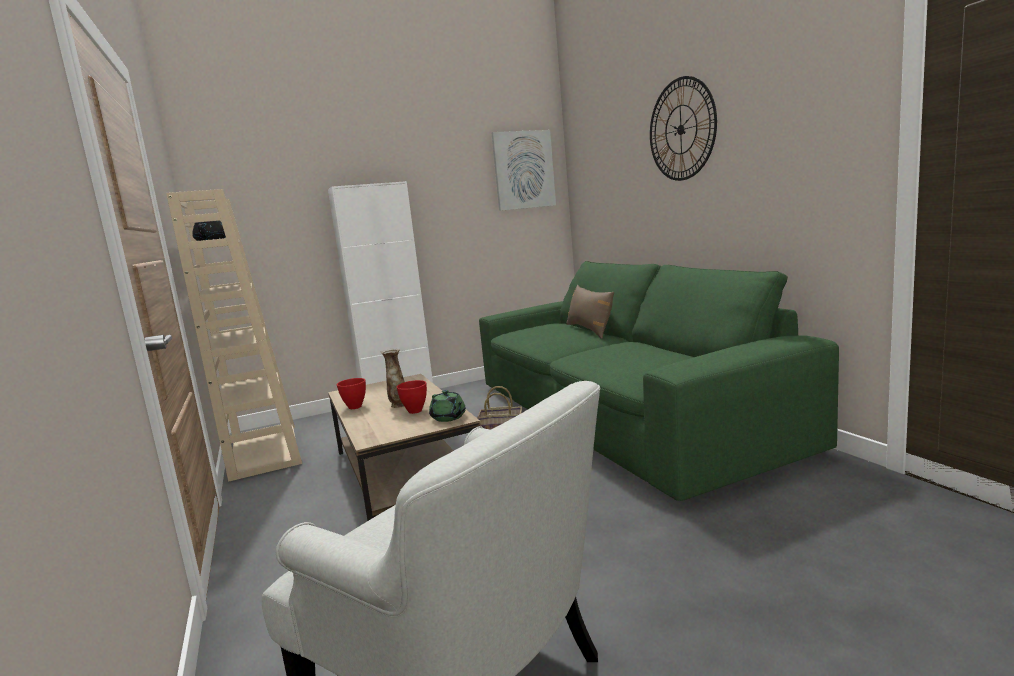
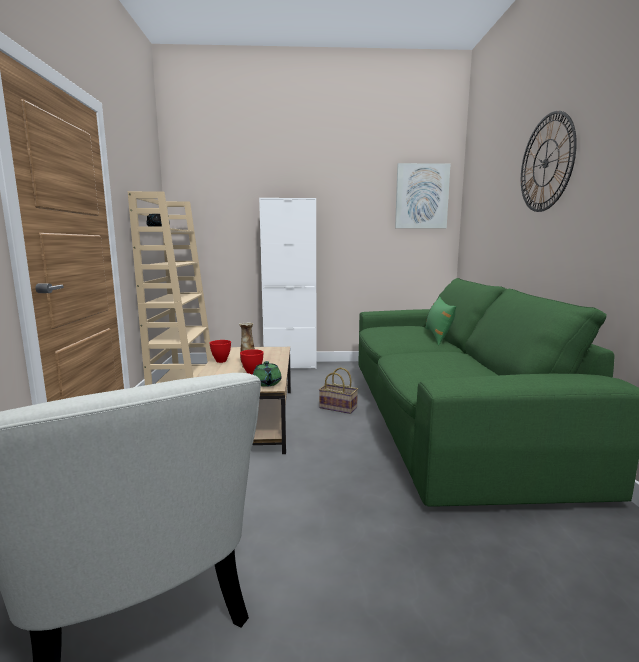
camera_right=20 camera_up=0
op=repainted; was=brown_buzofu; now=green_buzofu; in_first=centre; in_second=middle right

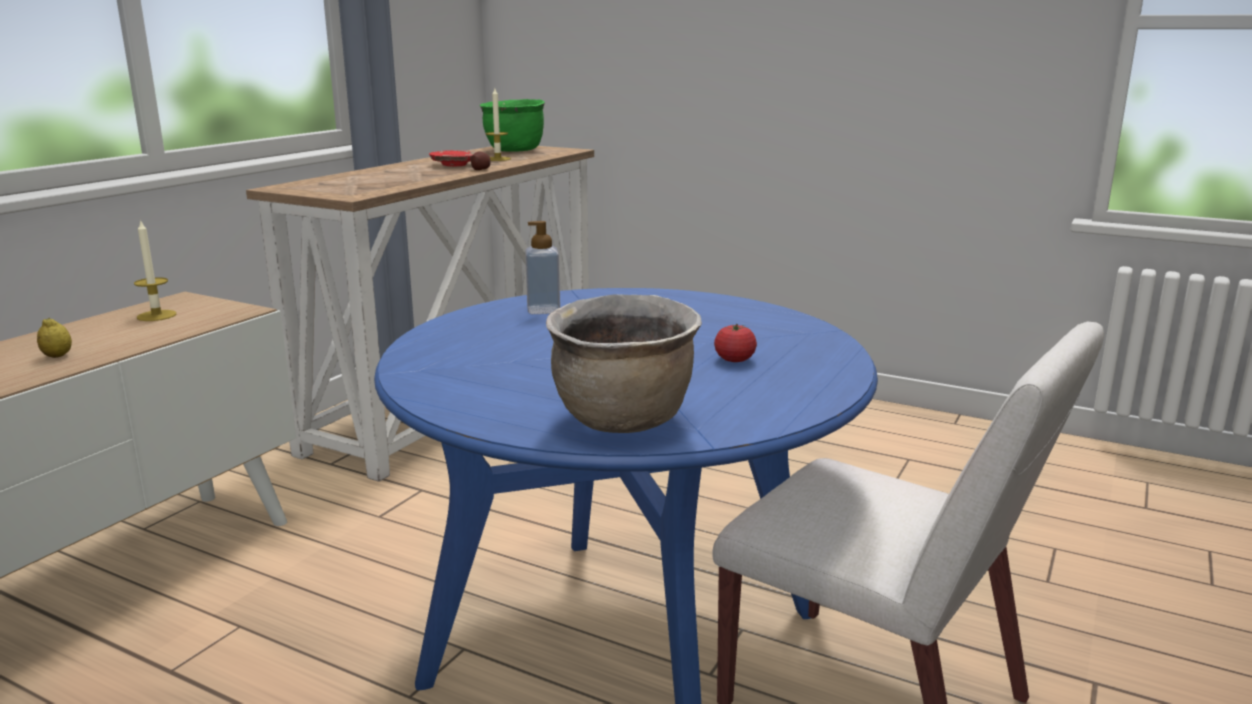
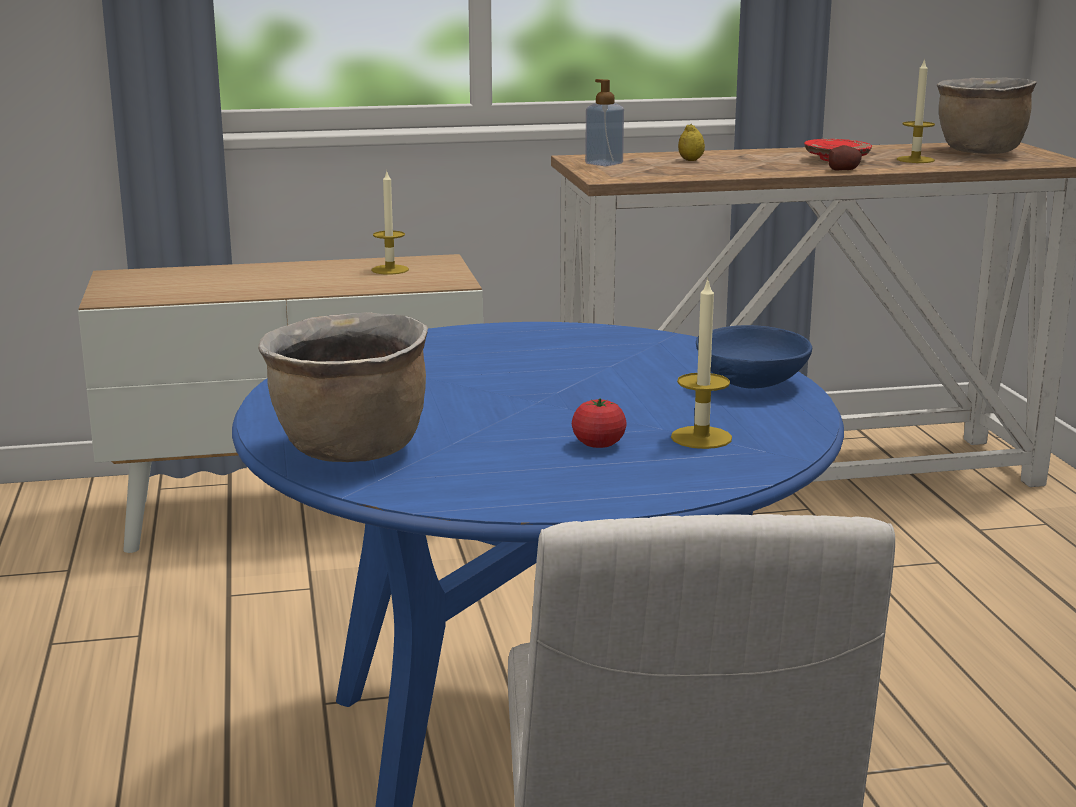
camera_right=50 camera_up=0
op=new; now=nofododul (no. 2 from left); in_second=centre
op=new; now=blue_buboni; in_second=middle right
op=shifted; was=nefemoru; in_first=middle left; in_second=top centre
op=shifted; was=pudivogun; in_first=centre; in_second=top centre
op=repainted; was=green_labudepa; now=brown_labudepa (no. 2 from left); in_first=top centre; in_second=top right

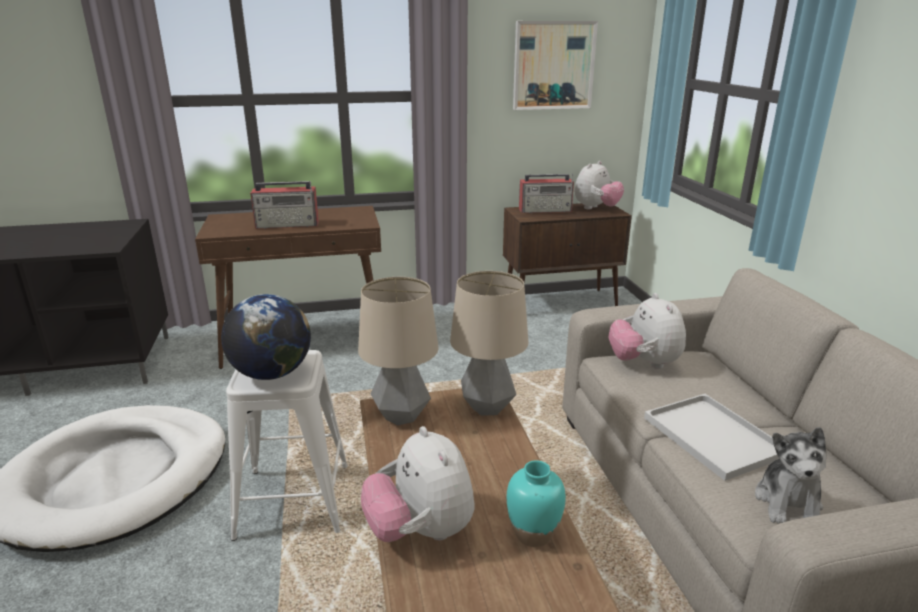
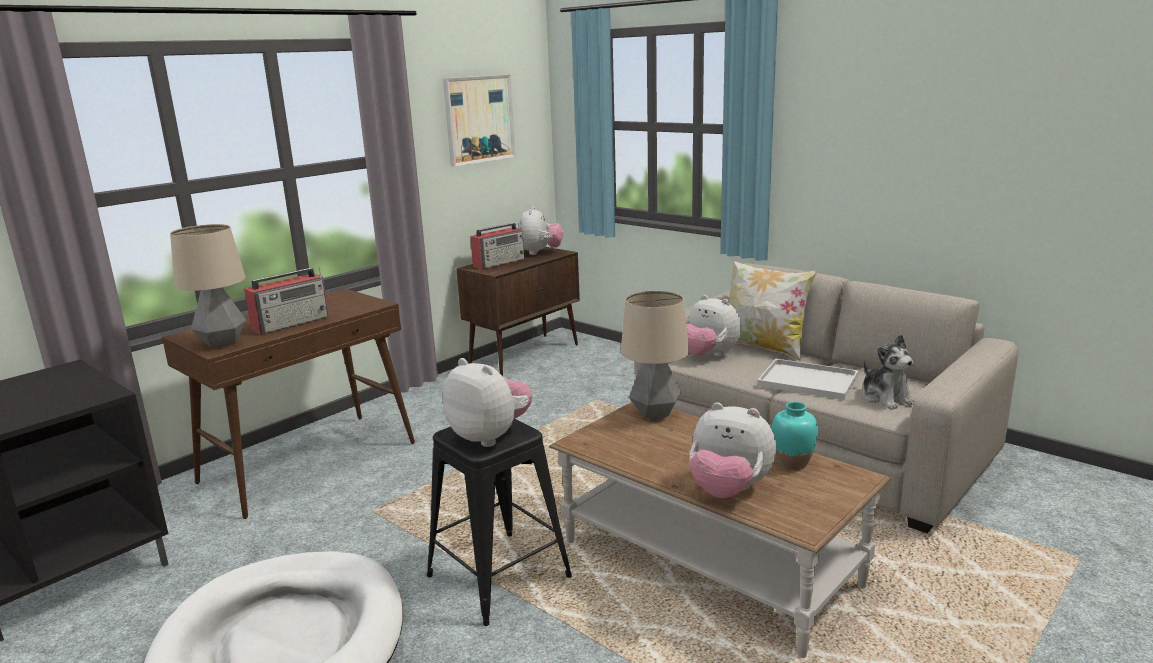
camera_right=-35 camera_up=-5
op=new; now=buzofu; in_second=middle right
op=shifted; was=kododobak (no. 1 from left); in_first=centre; in_second=middle left
op=swapped; was=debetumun; now=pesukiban (no. 1 from left); in_first=middle left; in_second=centre
op=repainted; was=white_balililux; now=black_balililux; in_first=bottom left; in_second=bottom centre

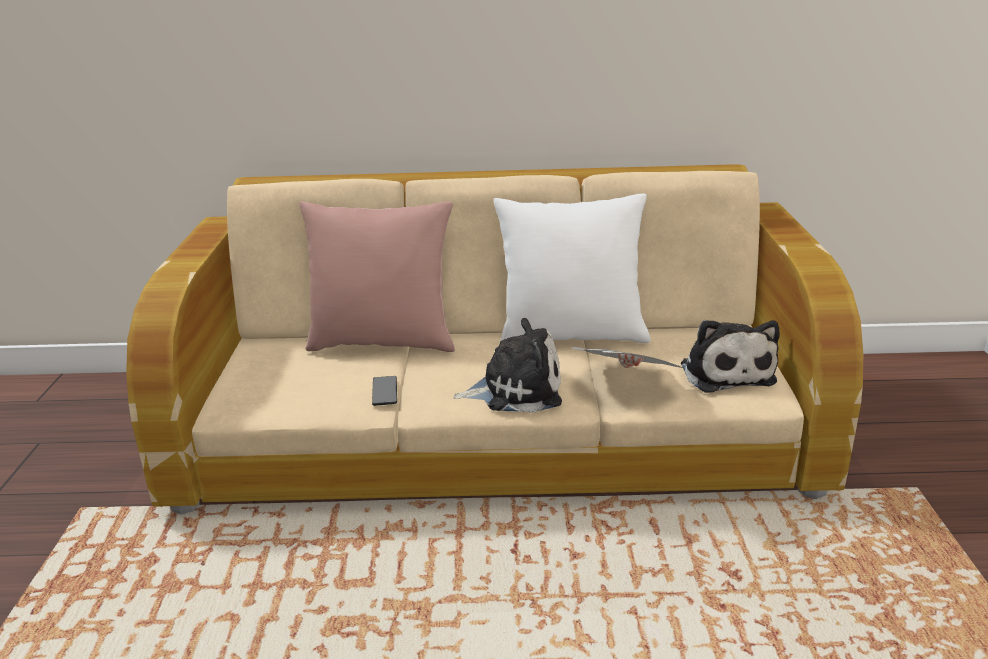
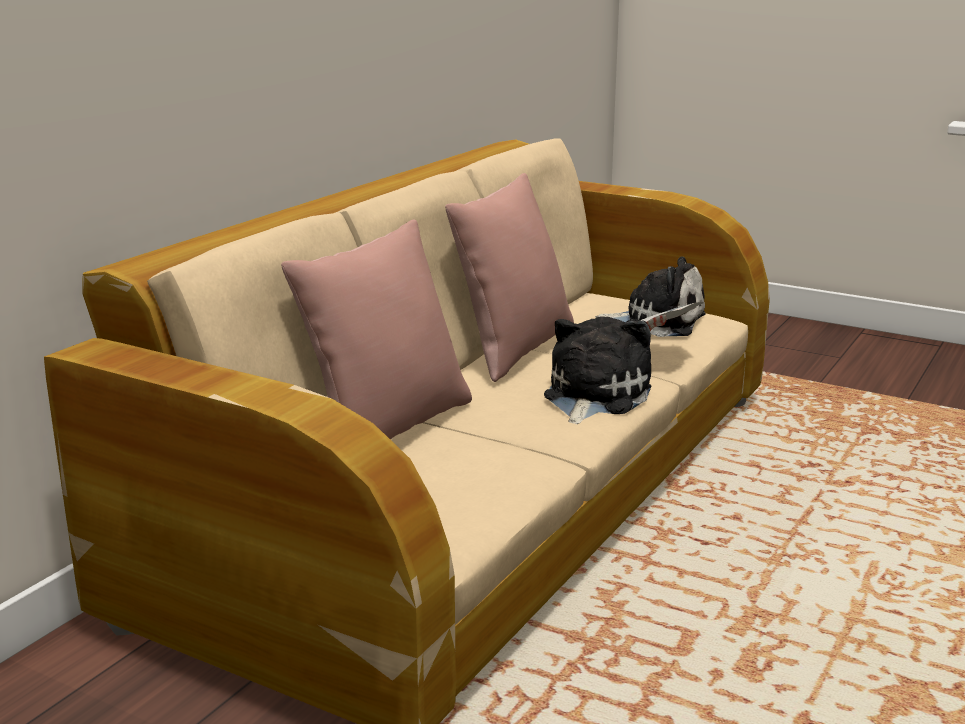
camera_right=-60 camera_up=-5
op=gone; was=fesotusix; in_first=centre
op=repainted; was=white_buzofu; now=pink_buzofu (no. 2 from left); in_first=centre; in_second=centre

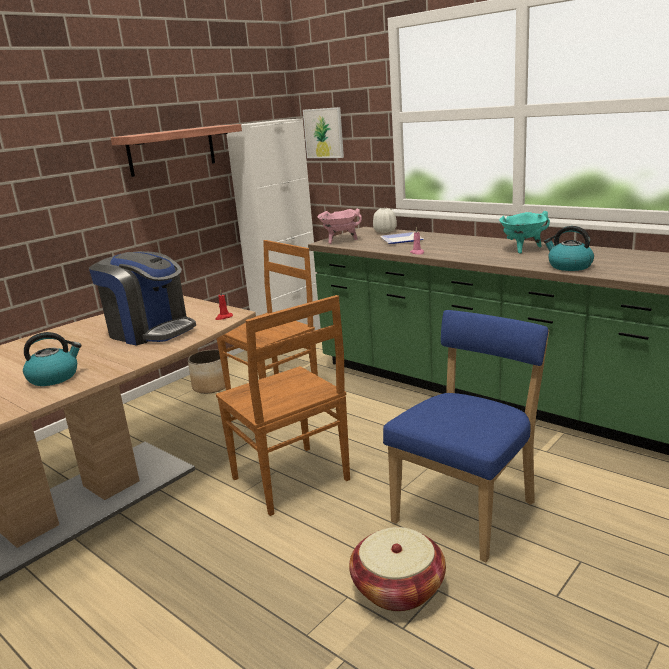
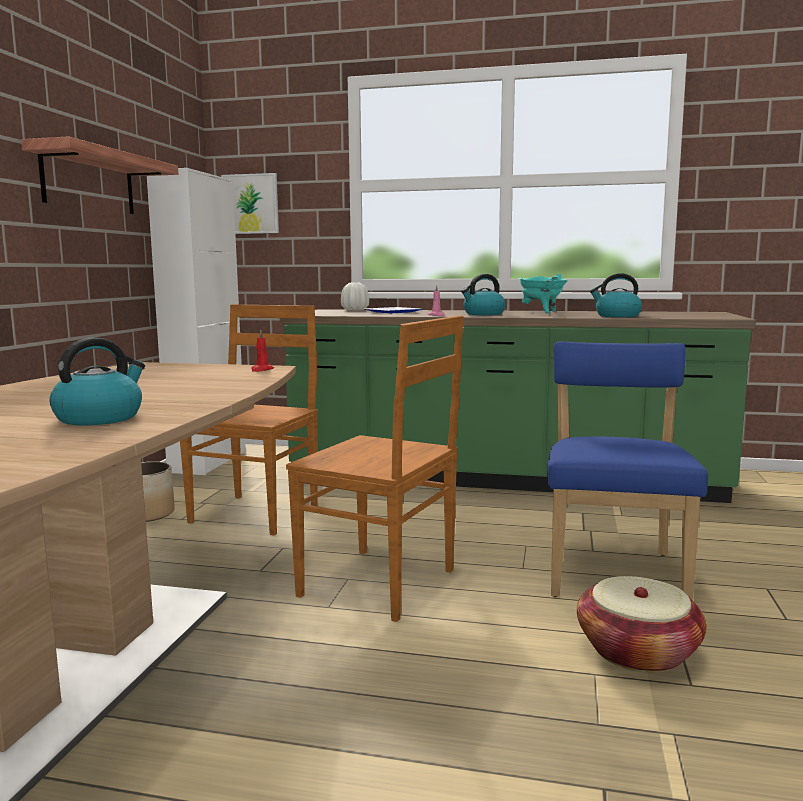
camera_right=-30 camera_up=-10
op=gone; was=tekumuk; in_first=middle left
op=gone; was=pink_labudepa; in_first=centre
op=new; now=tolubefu (no. 2 from left); in_second=centre

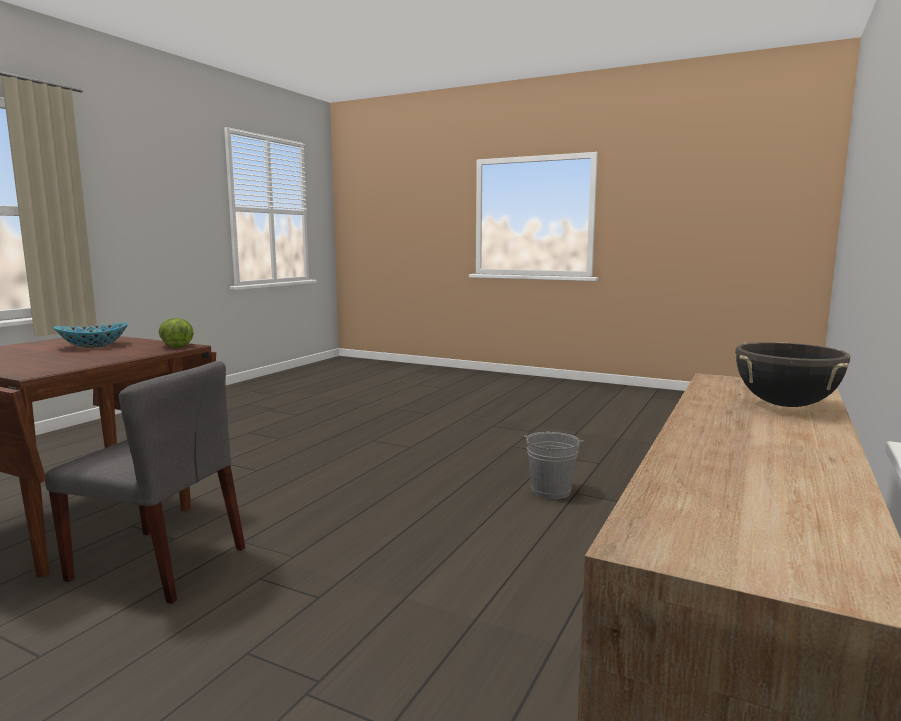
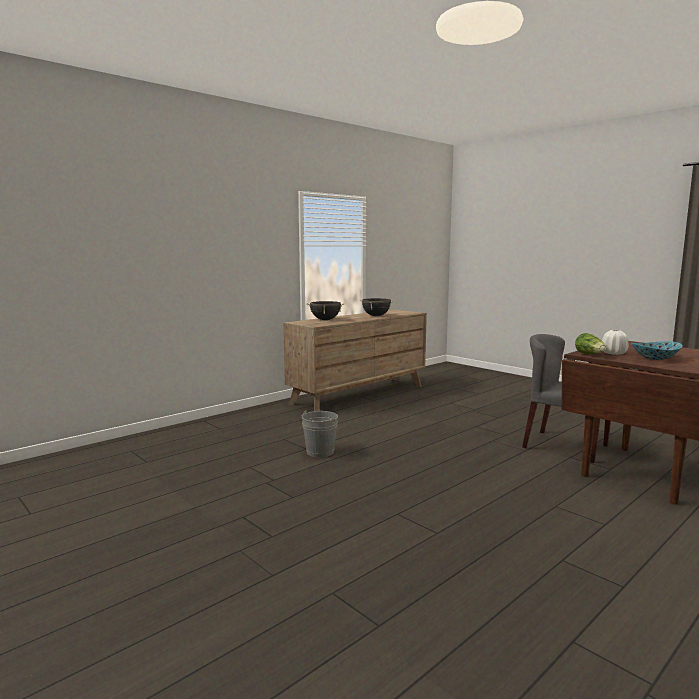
camera_right=-160 camera_up=0
op=new; now=black_labudepa (no. 2 from left); in_second=centre
op=new; now=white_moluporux; in_second=middle right

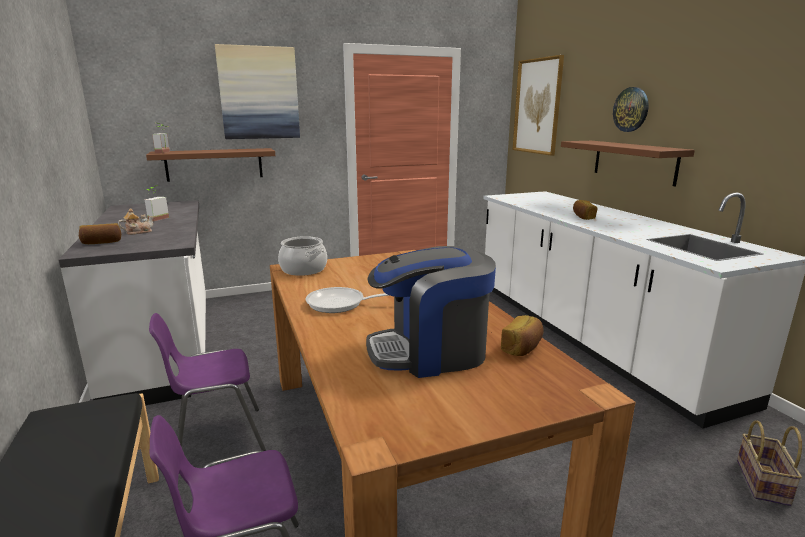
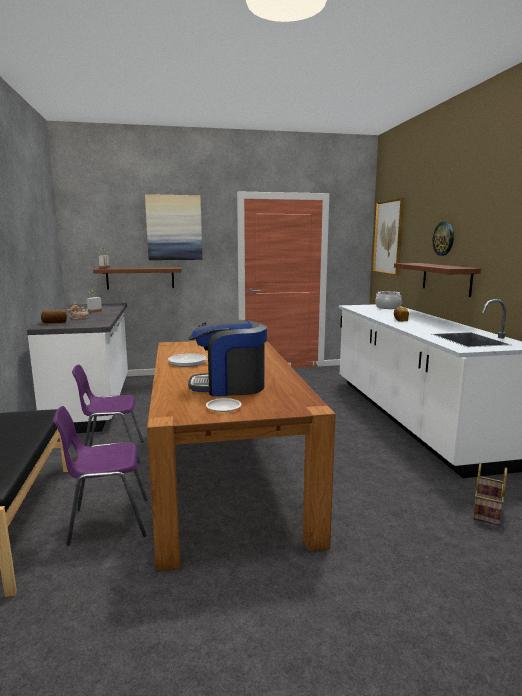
camera_right=10 camera_up=-5
op=gone; was=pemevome (no. 2 from left); in_first=centre
op=new; now=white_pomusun; in_second=centre
op=shifted; was=labudepa; in_first=centre; in_second=middle right

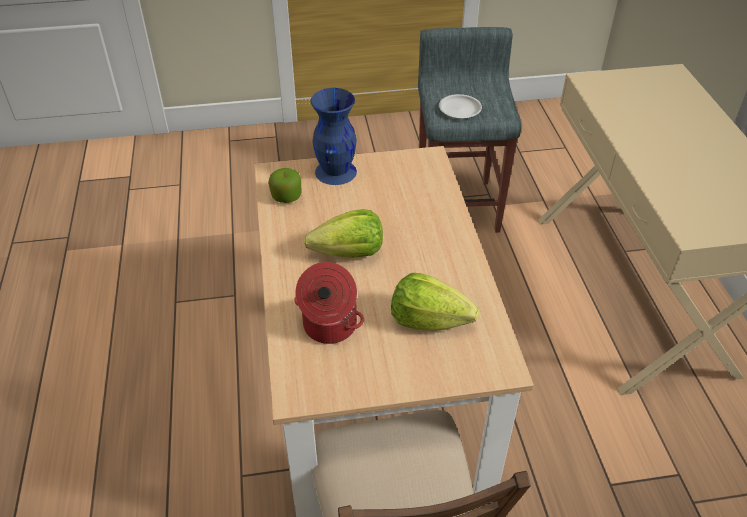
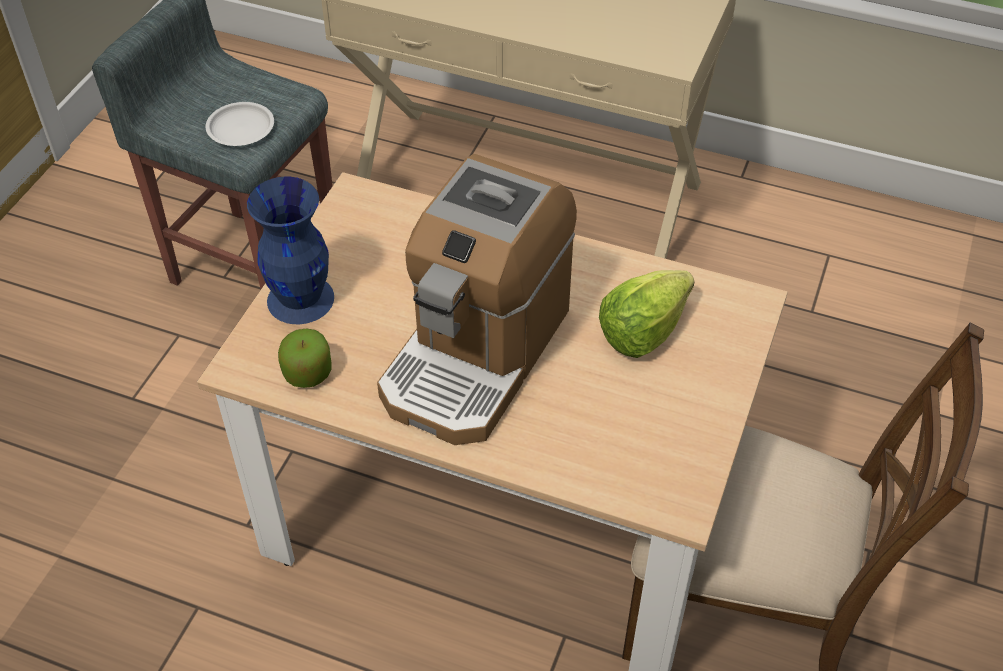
camera_right=-60 camera_up=5
op=gone; was=labudepa; in_first=centre
op=swapped; was=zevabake (no. 1 from left); now=tekumuk; in_first=centre; in_second=centre

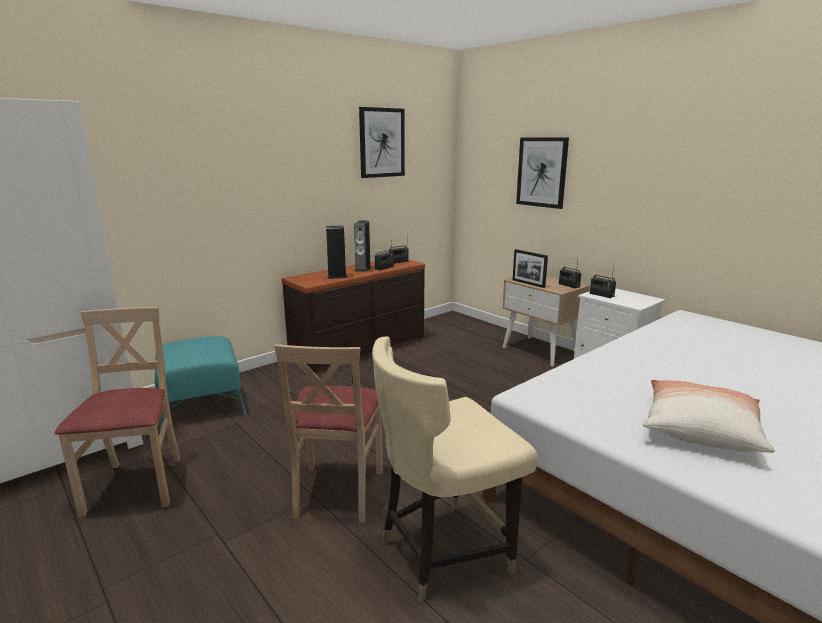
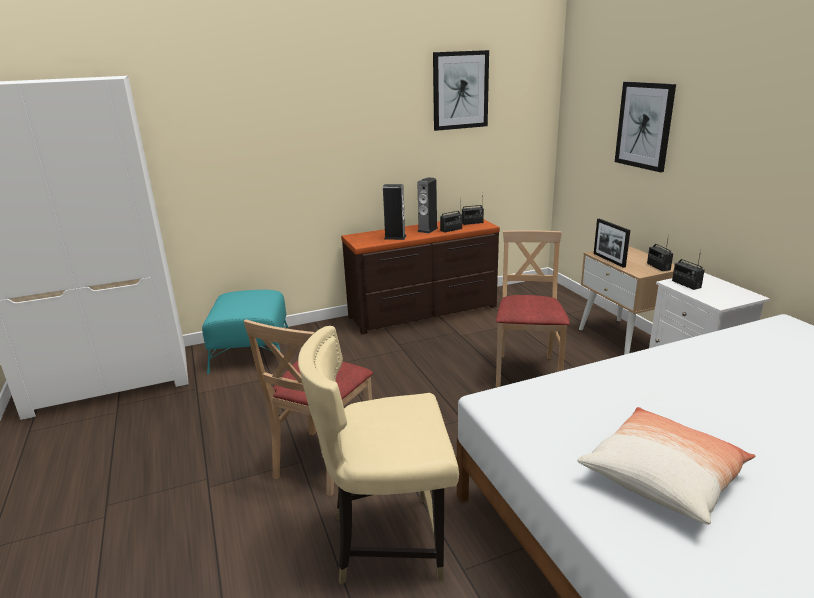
camera_right=20 camera_up=5
op=shifted; was=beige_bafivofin (no. 1 from left in the first image); now=beige_bafivofin (no. 3 from left); in_first=middle left; in_second=centre

